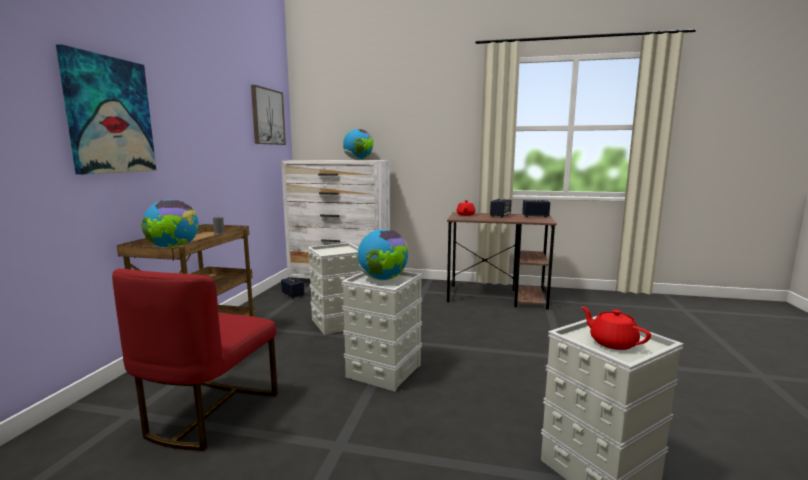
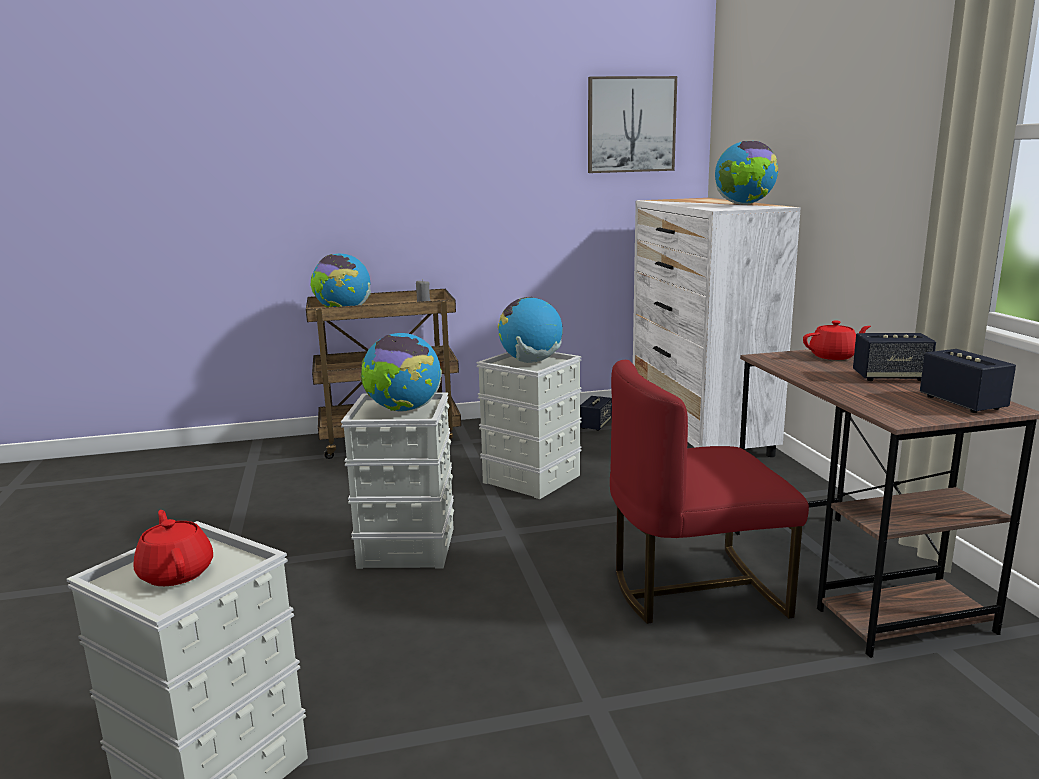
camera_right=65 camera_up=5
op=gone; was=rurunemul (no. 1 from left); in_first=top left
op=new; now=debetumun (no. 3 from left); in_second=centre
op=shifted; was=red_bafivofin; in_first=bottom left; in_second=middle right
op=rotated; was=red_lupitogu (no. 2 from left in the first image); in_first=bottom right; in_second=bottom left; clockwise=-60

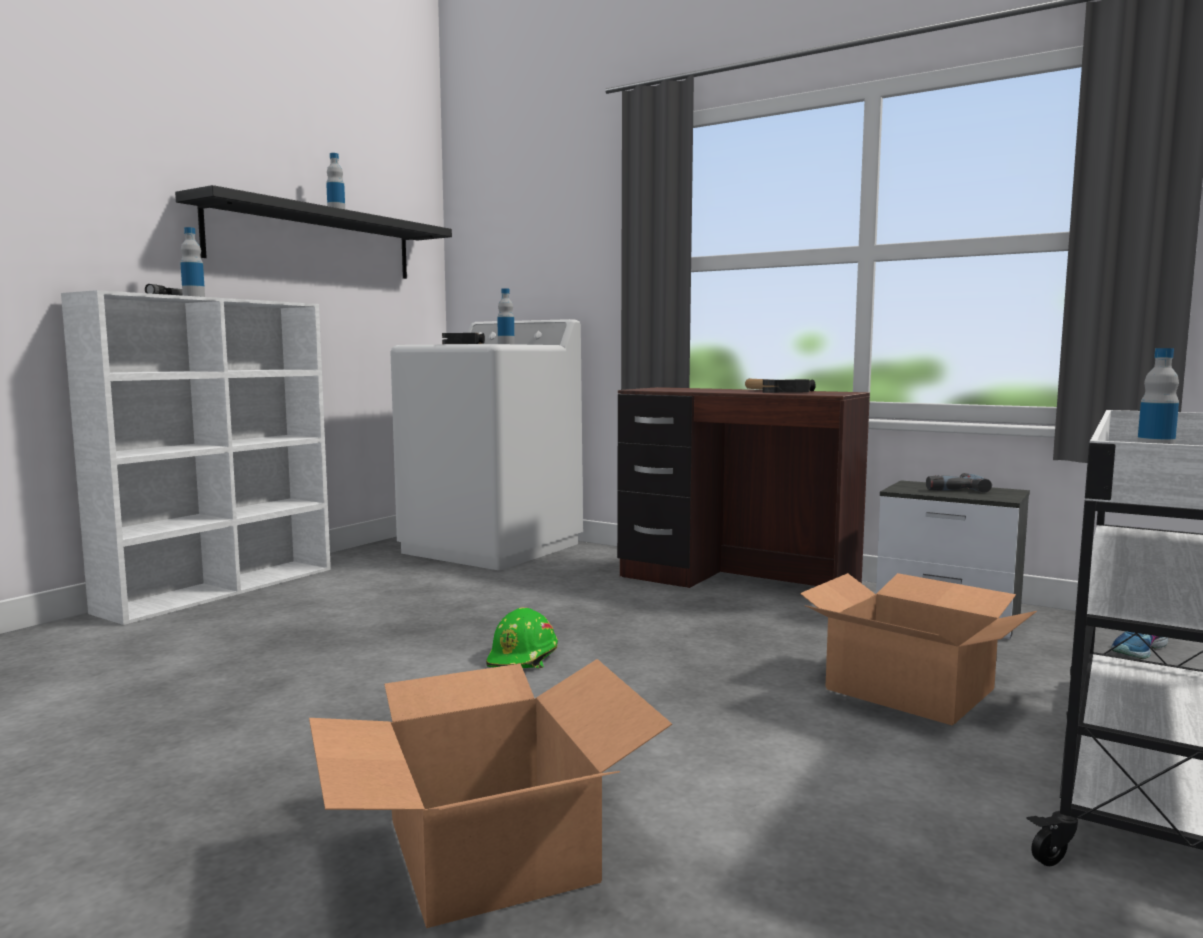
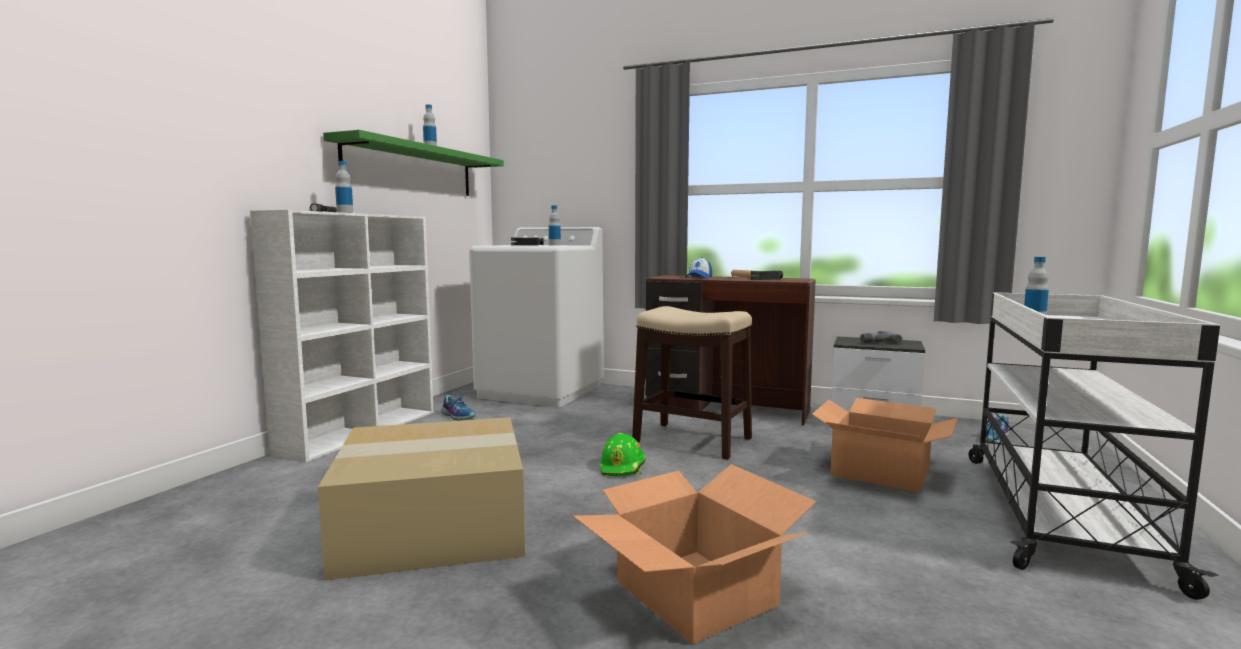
camera_right=-10 camera_up=0
op=new; now=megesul (no. 1 from left); in_second=bottom centre
op=new; now=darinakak (no. 1 from left); in_second=centre
op=new; now=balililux; in_second=centre
op=new; now=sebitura; in_second=centre
op=repainted; was=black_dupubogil; now=green_dupubogil; in_first=top left; in_second=top left

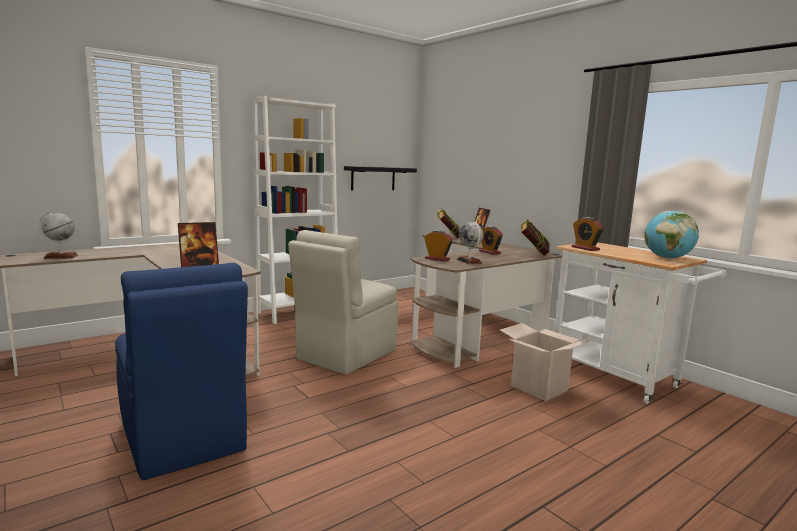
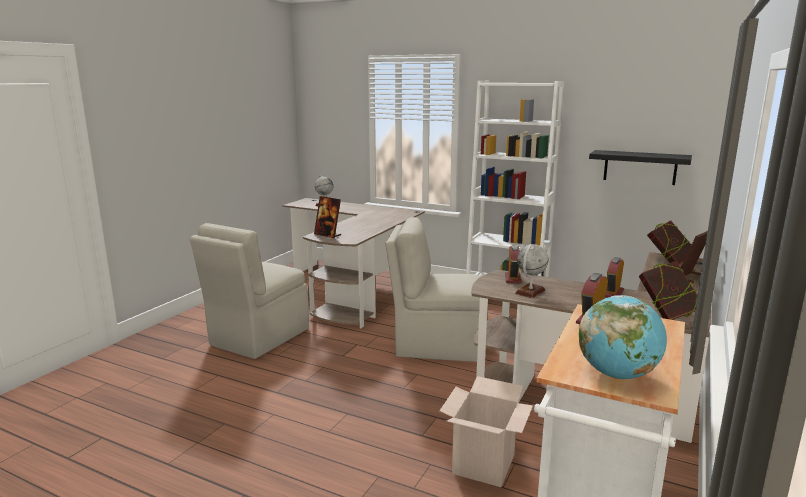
camera_right=65 camera_up=5
op=repainted; was=blue_bafivofin; now=beige_bafivofin (no. 1 from left); in_first=bottom left; in_second=middle left

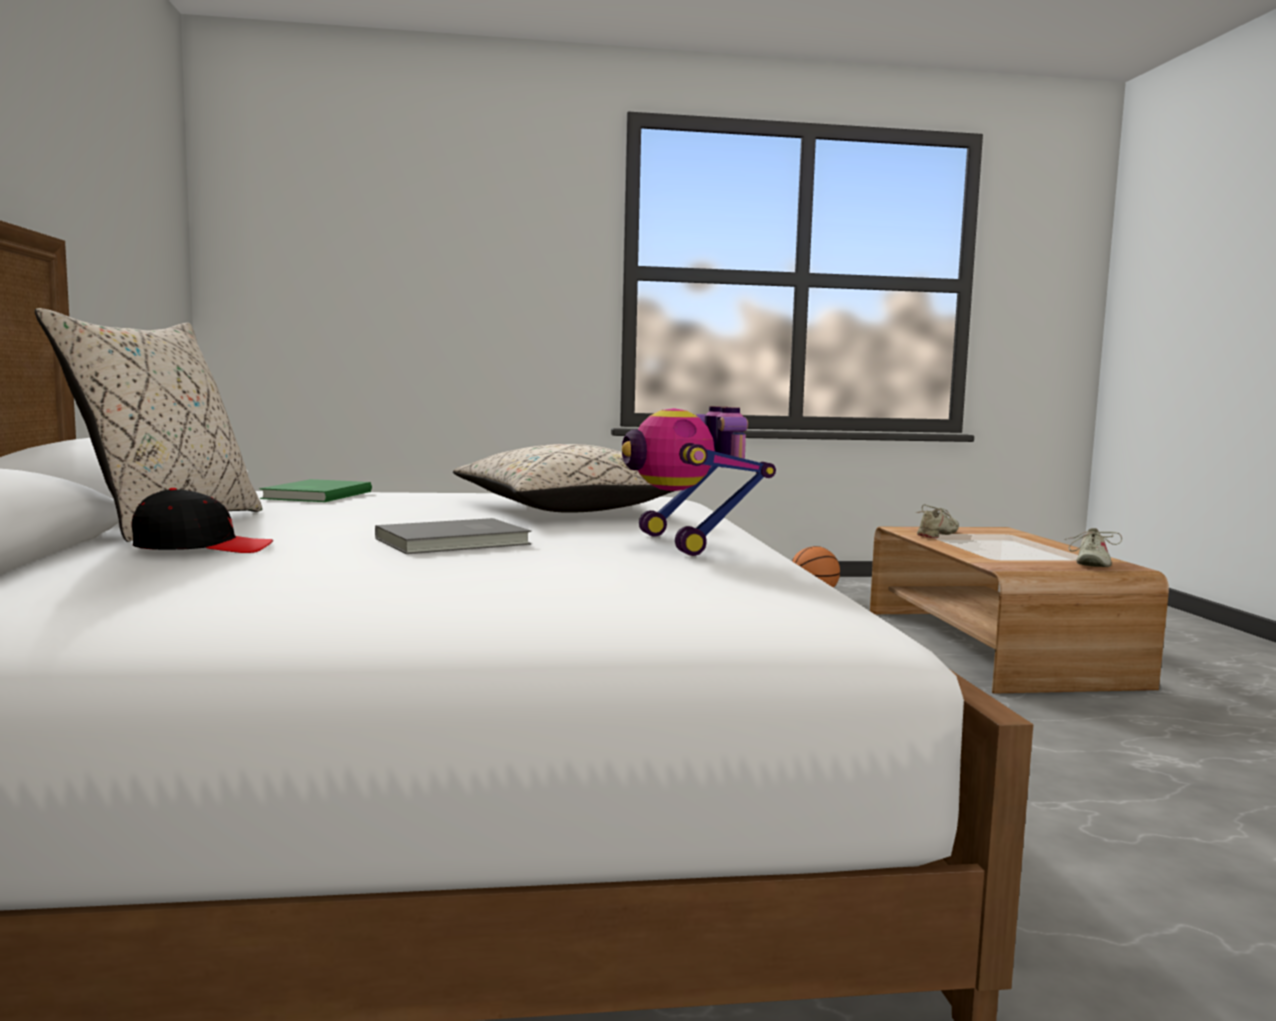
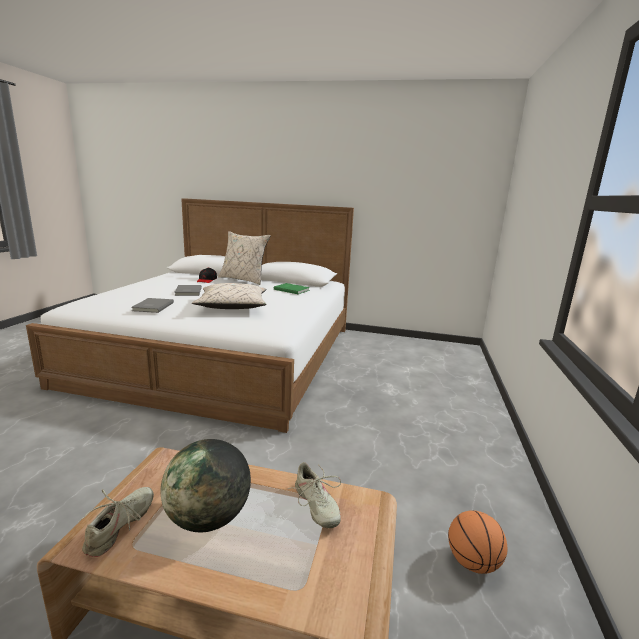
camera_right=110 camera_up=10
op=new; now=debetumun; in_second=bottom left
op=swapped; was=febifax; now=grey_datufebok (no. 1 from left); in_first=centre; in_second=middle left
op=rotated; was=beige_darinakak (no. 2 from left in the first image); in_first=middle right; in_second=bottom left; clockwise=60

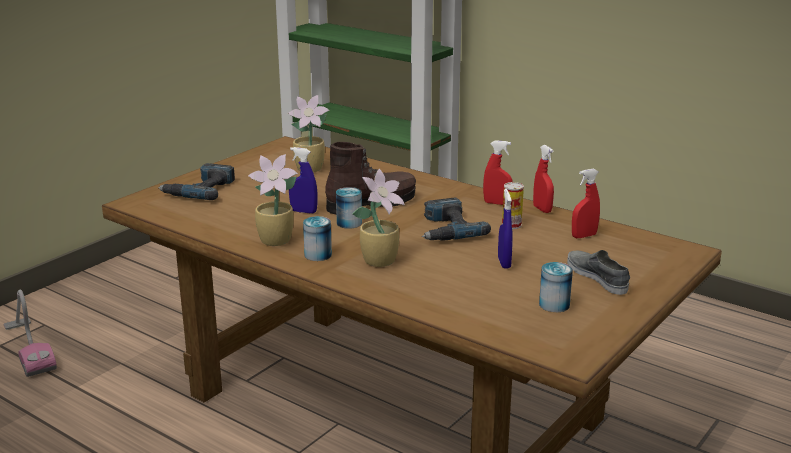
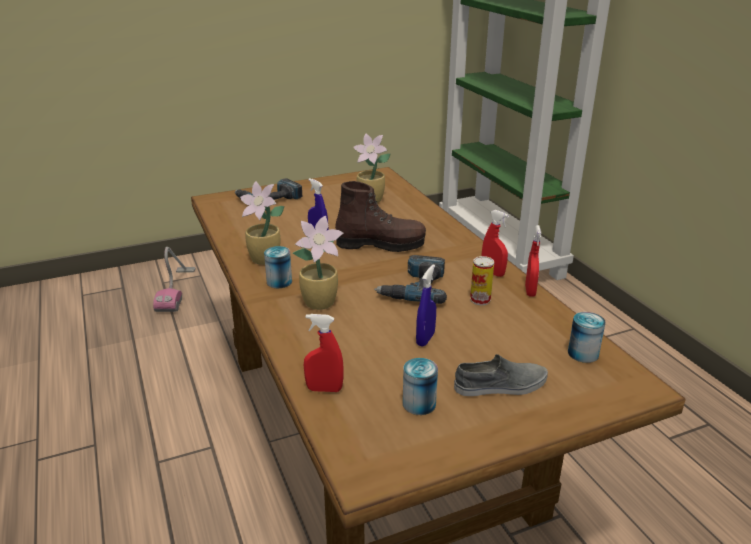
camera_right=30 camera_up=5
op=shifted; was=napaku (no. 2 from left in the first image); now=napaku (no. 4 from left); in_first=centre; in_second=middle right
op=shifted; was=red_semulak (no. 3 from left in the first image); now=red_semulak (no. 1 from left); in_first=middle right; in_second=centre
op=rotated; was=grey_darinakak; in_first=middle right; in_second=bottom right; clockwise=75

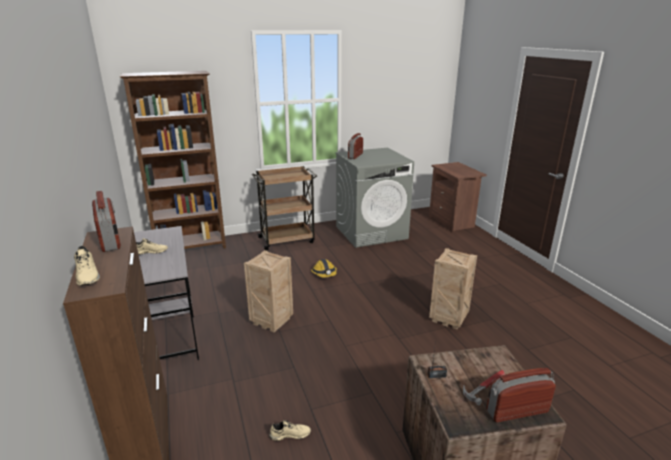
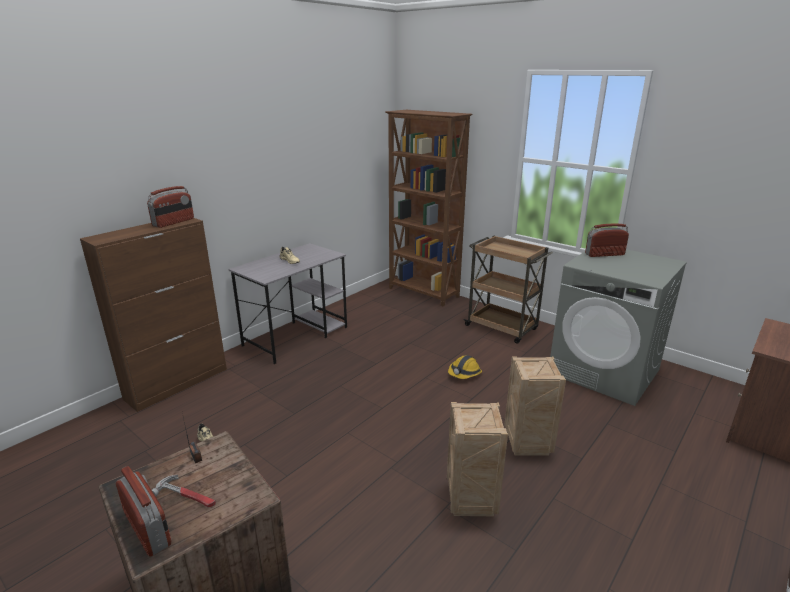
camera_right=60 camera_up=0
op=gone; was=beige_darinakak (no. 1 from left); in_first=middle left
op=shifted; was=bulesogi (no. 1 from left in the first image); now=bulesogi (no. 3 from left); in_first=centre; in_second=bottom right

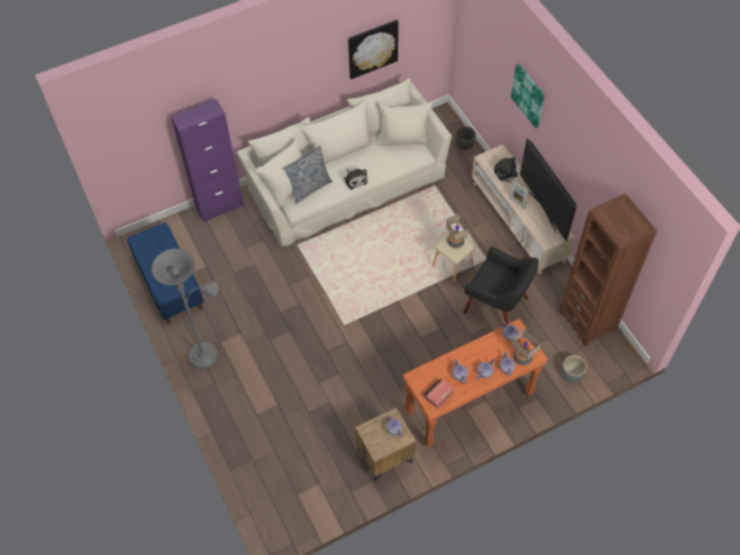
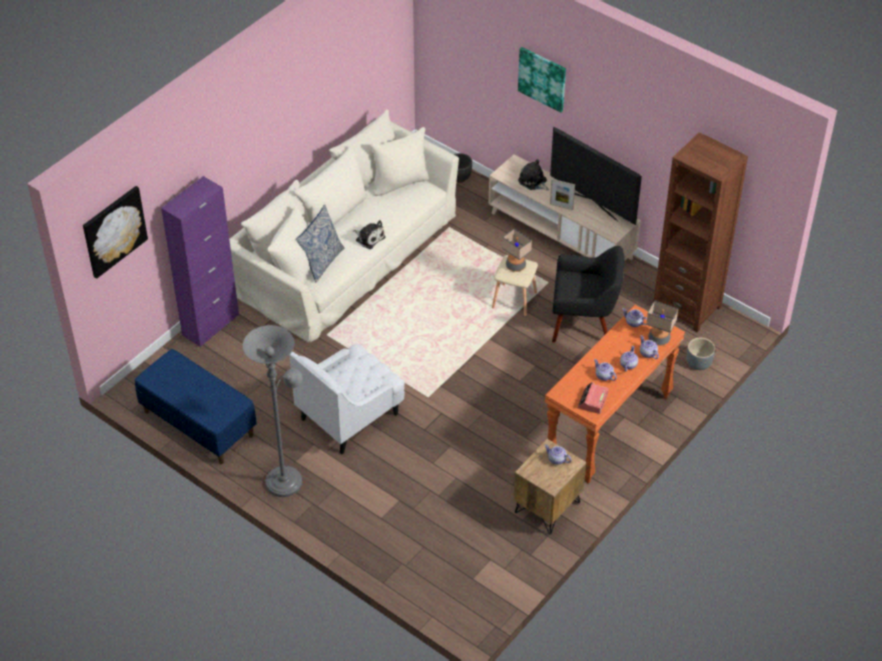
camera_right=-25 camera_up=-10
op=new; now=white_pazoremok; in_second=centre
op=shifted; was=rurunemul (no. 1 from left); in_first=top centre; in_second=middle left

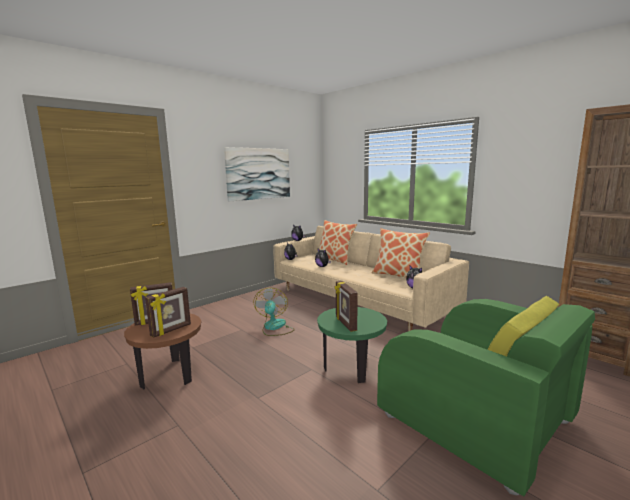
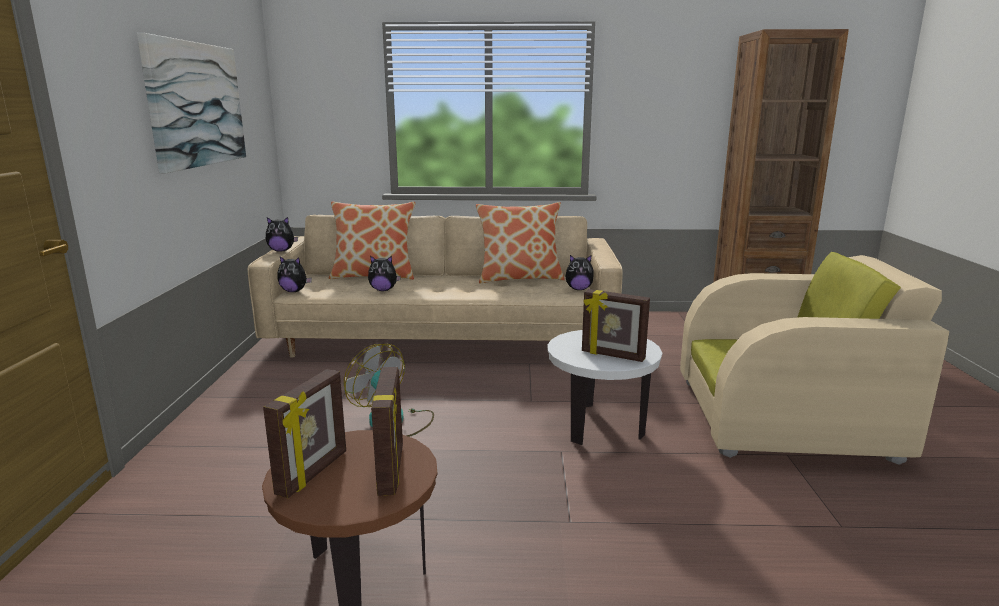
camera_right=-45 camera_up=5
op=repainted; was=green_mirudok; now=white_mirudok; in_first=bottom centre; in_second=centre
op=repainted; was=green_pazoremok; now=beige_pazoremok; in_first=bottom right; in_second=middle right

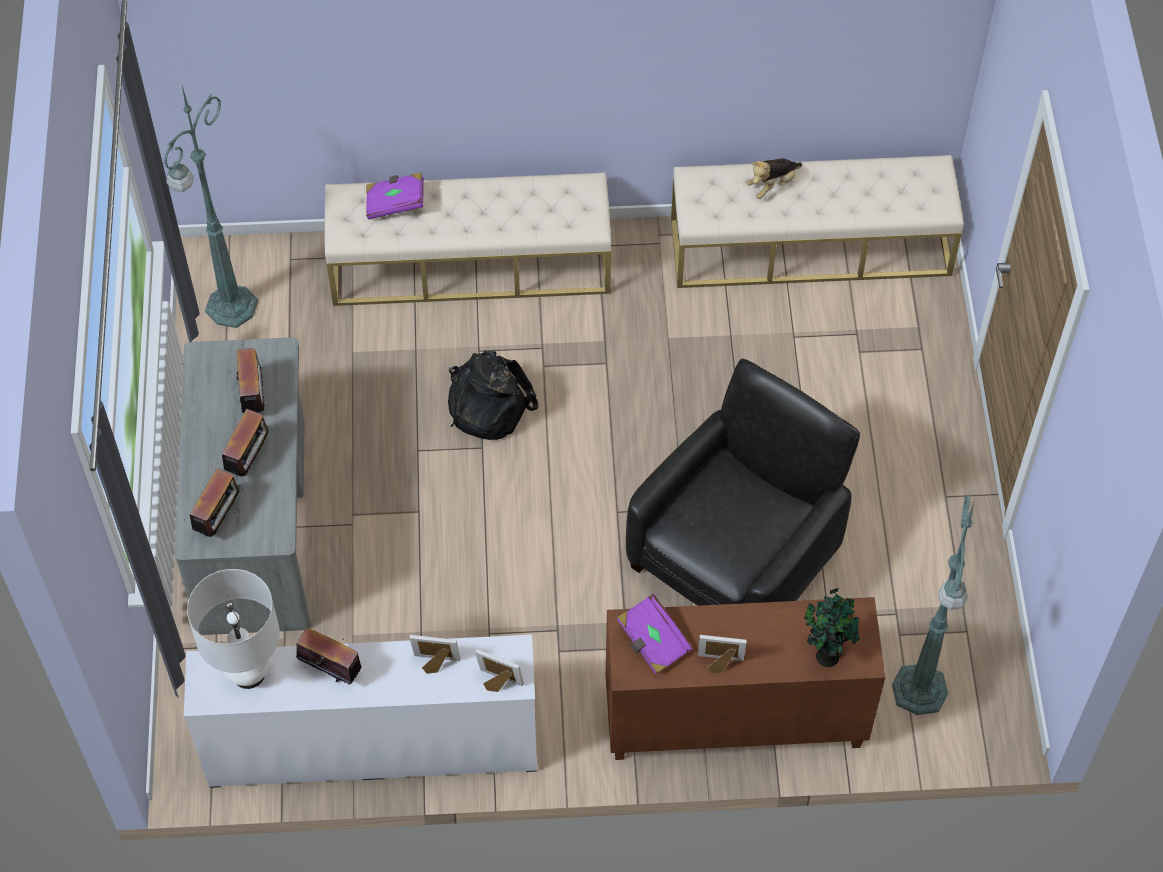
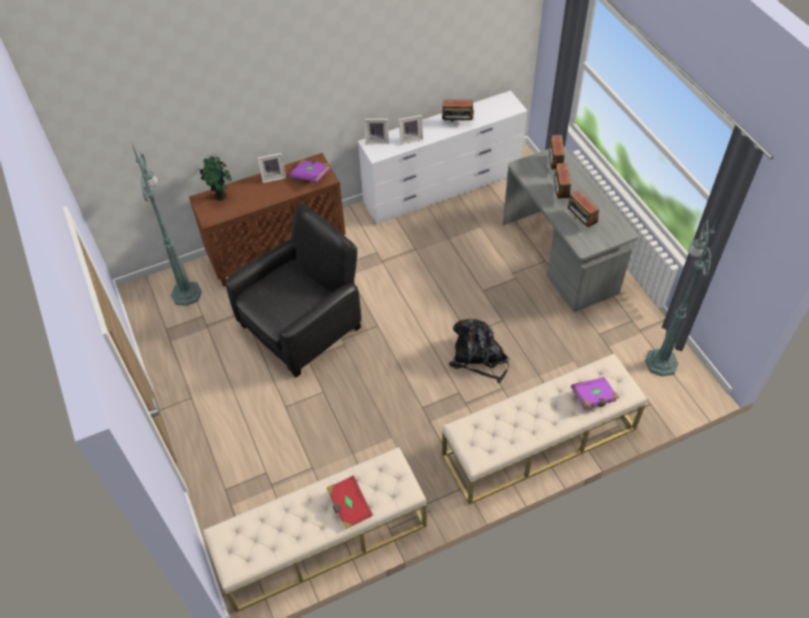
camera_right=160 camera_up=-5
op=gone; was=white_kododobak; in_first=bottom left
op=swapped; was=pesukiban; now=red_datufebok; in_first=top centre; in_second=bottom centre
op=rotated; was=black_pazoremok; in_first=centre; in_second=centre; clockwise=-150

